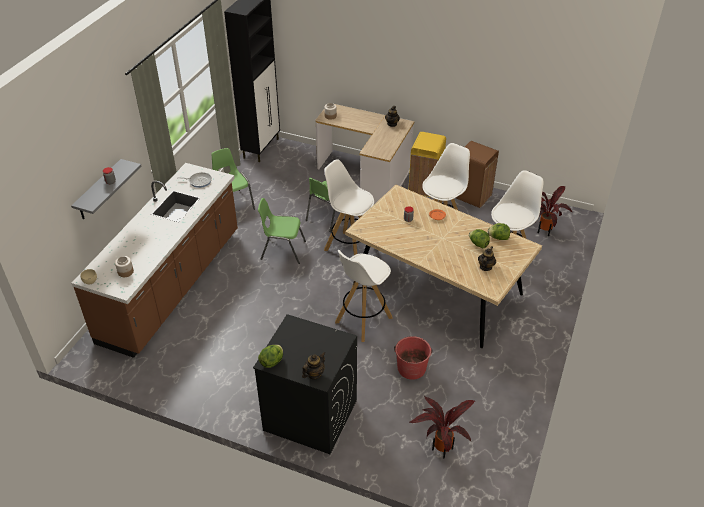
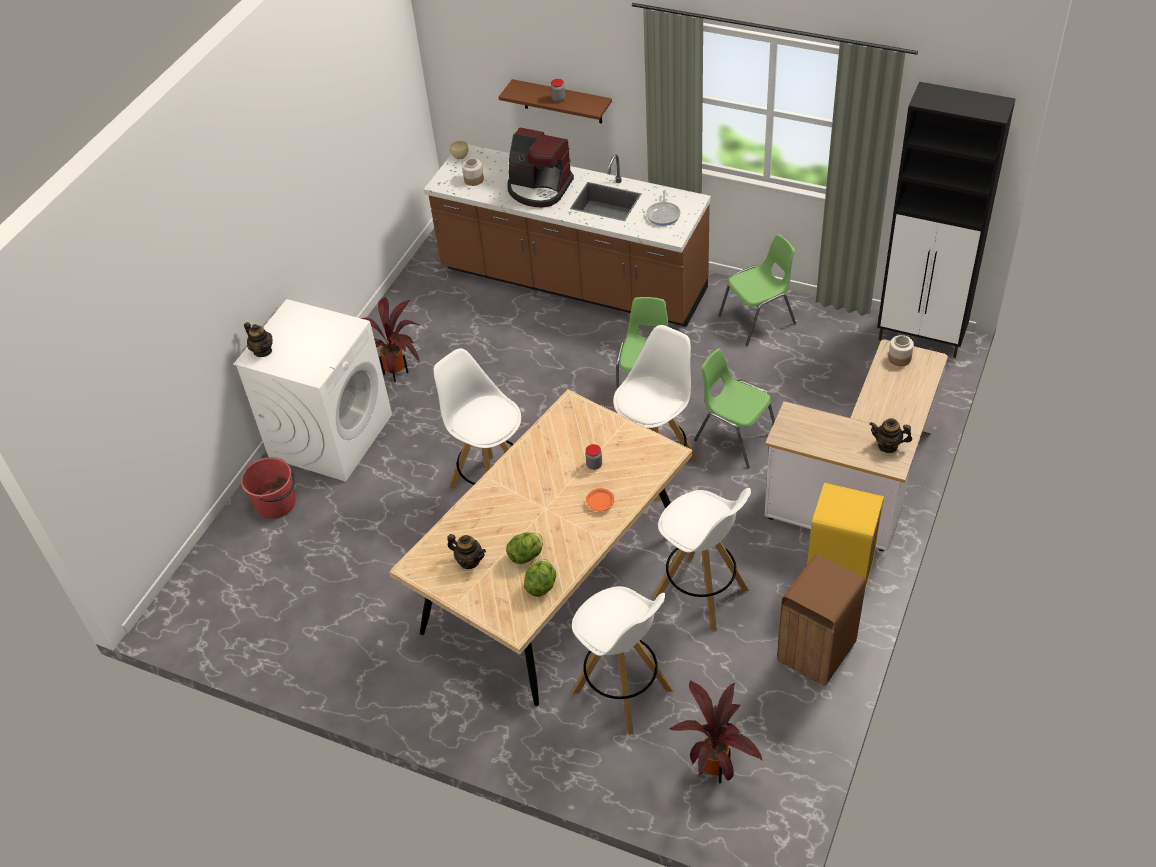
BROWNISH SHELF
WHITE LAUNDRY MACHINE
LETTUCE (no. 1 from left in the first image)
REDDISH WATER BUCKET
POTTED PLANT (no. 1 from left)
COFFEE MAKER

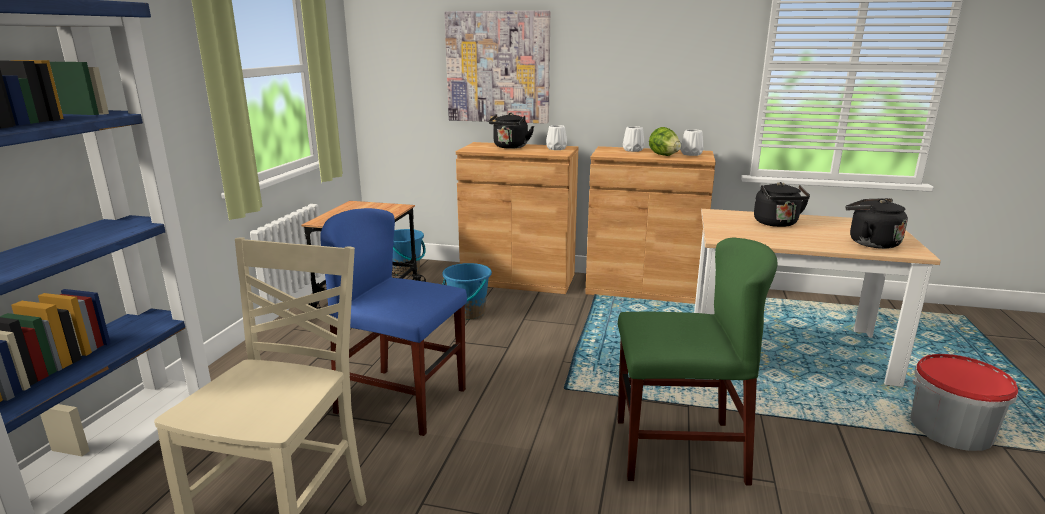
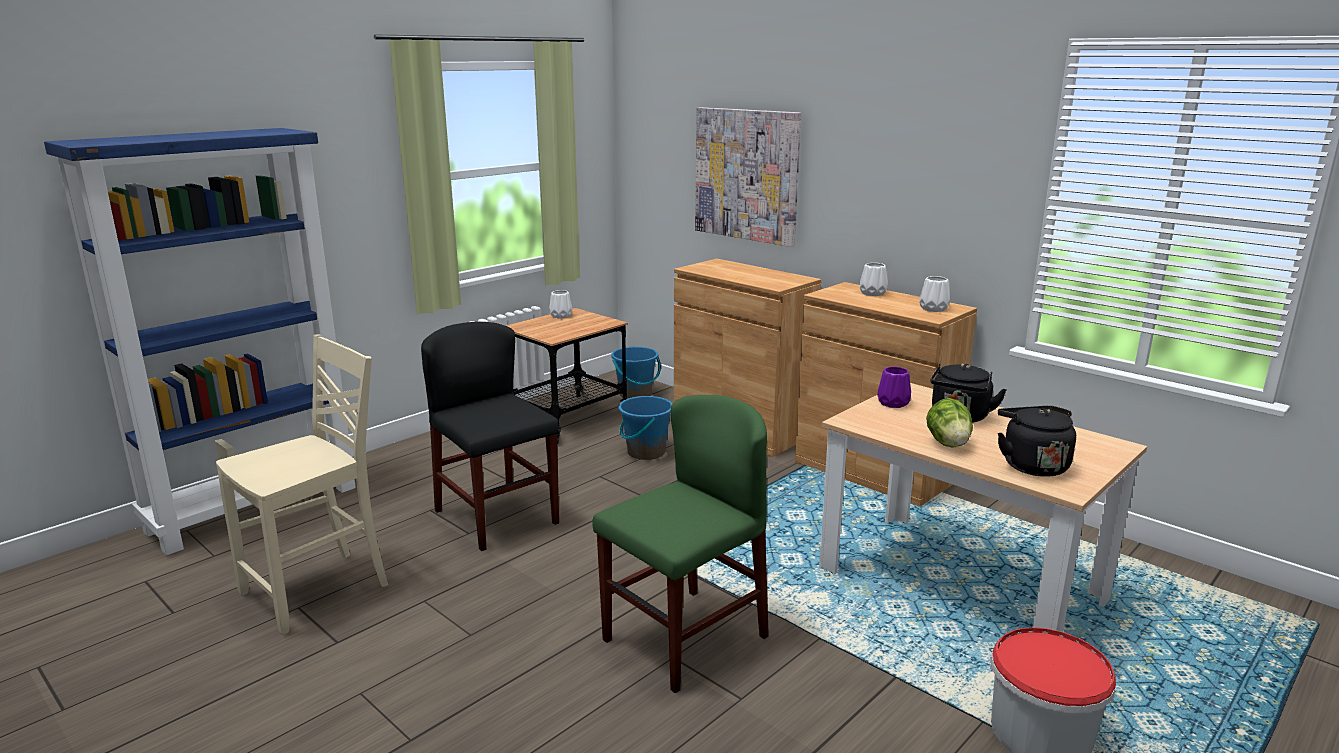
BLACK-COLOURED CHAIR
BLACK-COLOURED WATER KETTLE (no. 1 from left in the first image)
WHITE DECORATIVE VASE (no. 1 from left)
GREEN-COLOURED CHAIR
LETTUCE
PURPLE-COLOURED DECORATIVE VASE

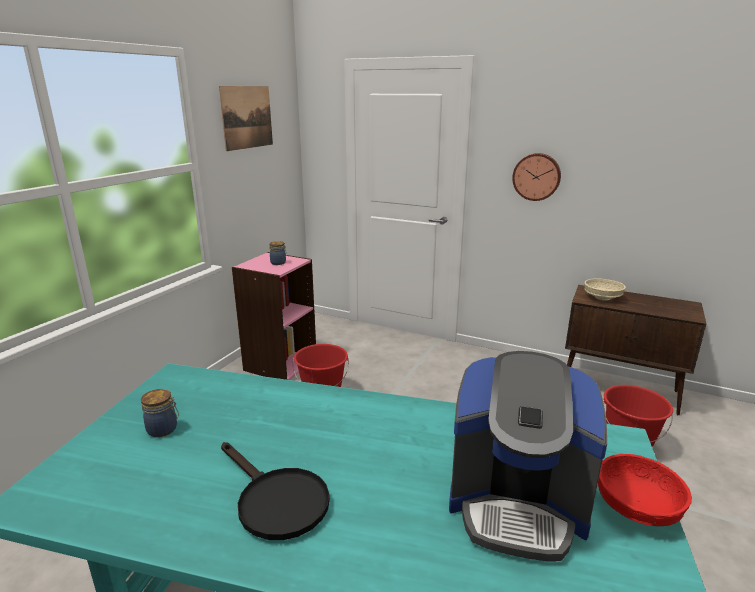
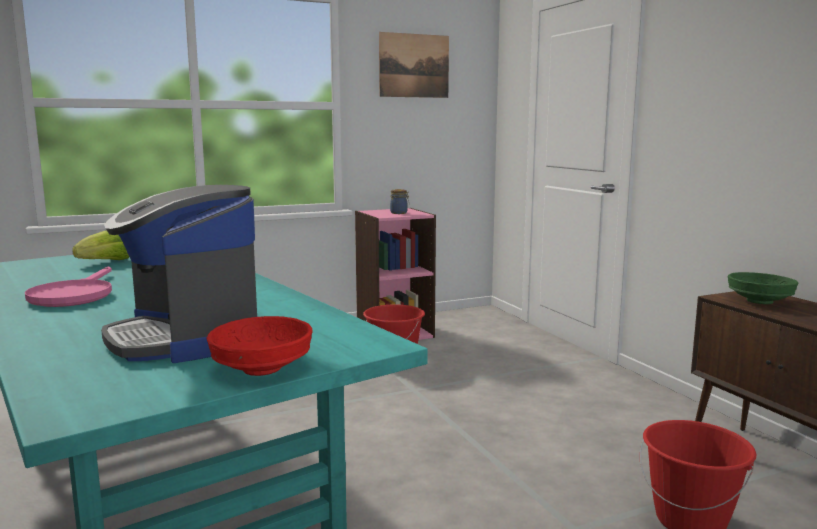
LETTUCE
PINK-COLOURED FRYING PAN
HANGING CLOCK
GREEN-COLOURED BOWL

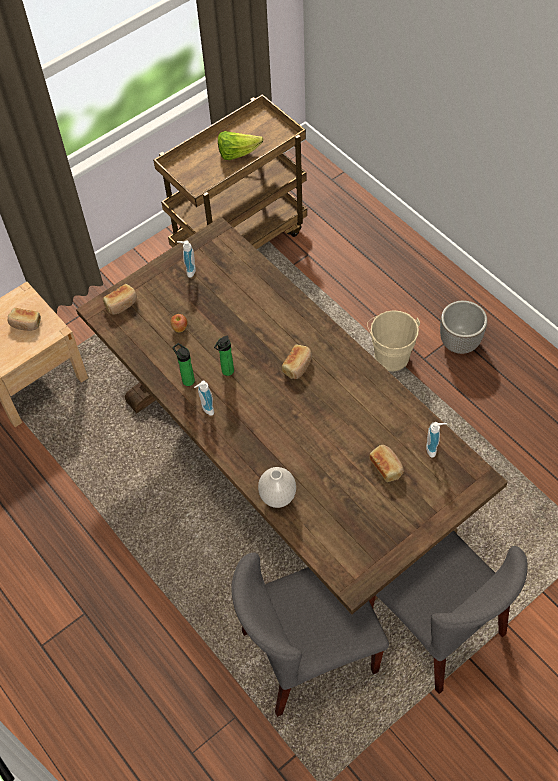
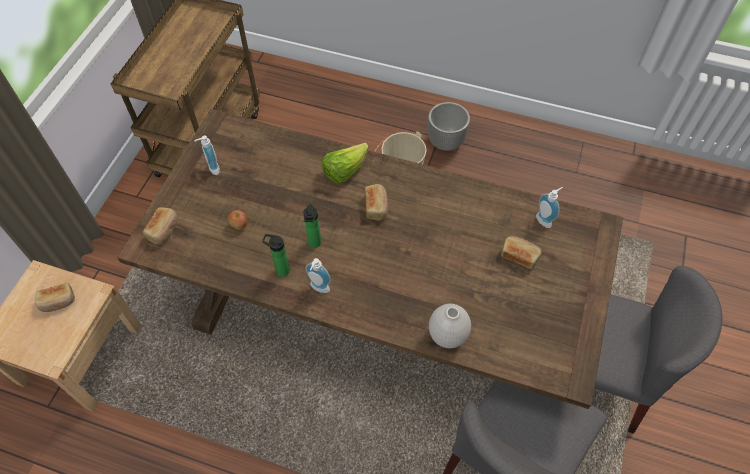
LETTUCE

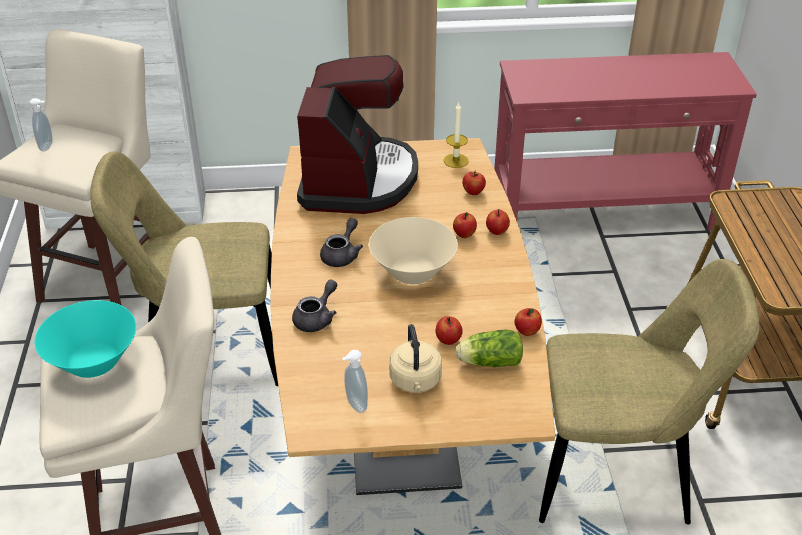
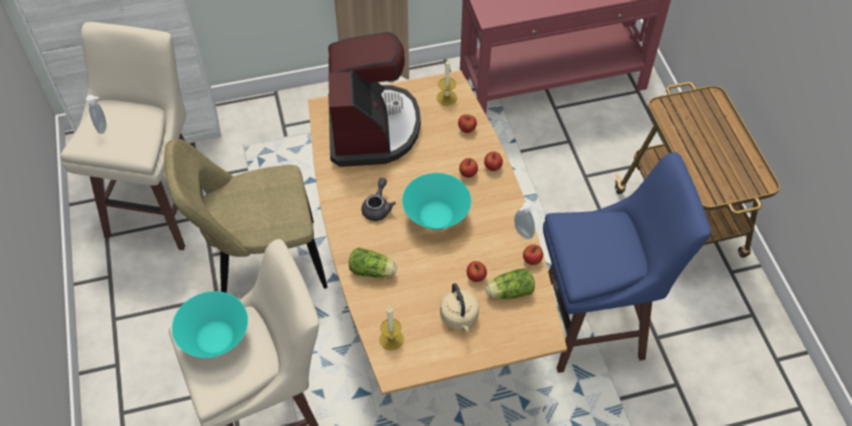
LETTUCE (no. 1 from left)
SOAP BOTTLE (no. 2 from left)
BLUE-GREEN BOWL (no. 2 from left)
BLUE SITTING STOOL
CANDLE (no. 1 from left)

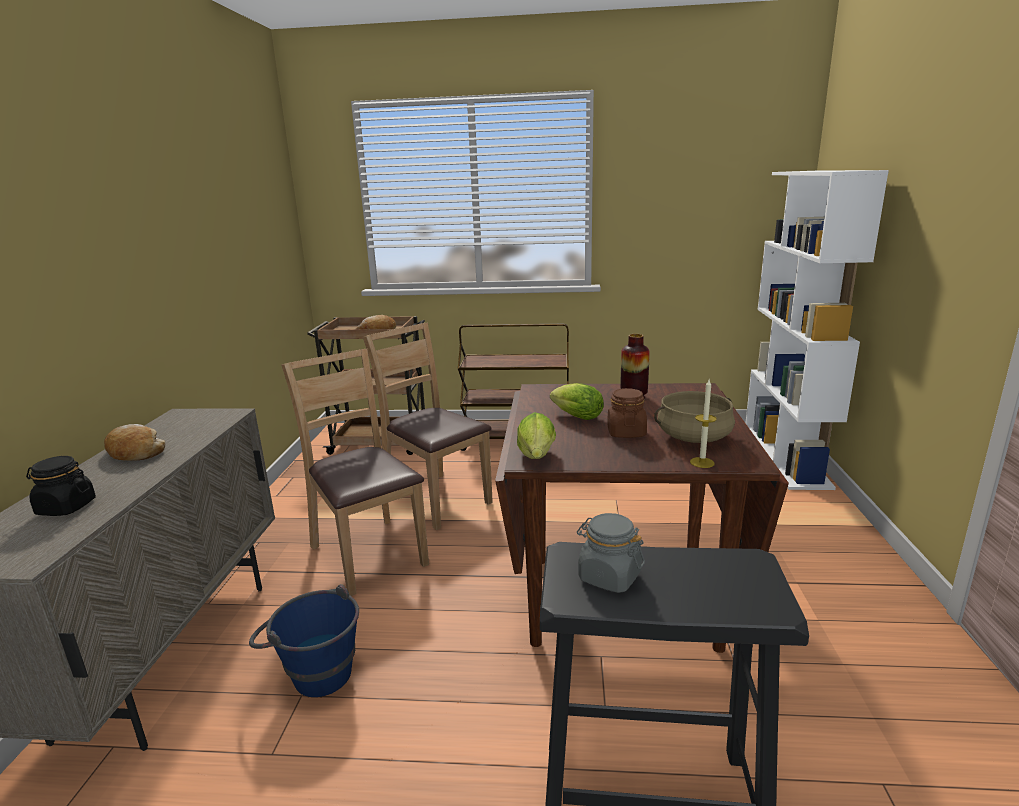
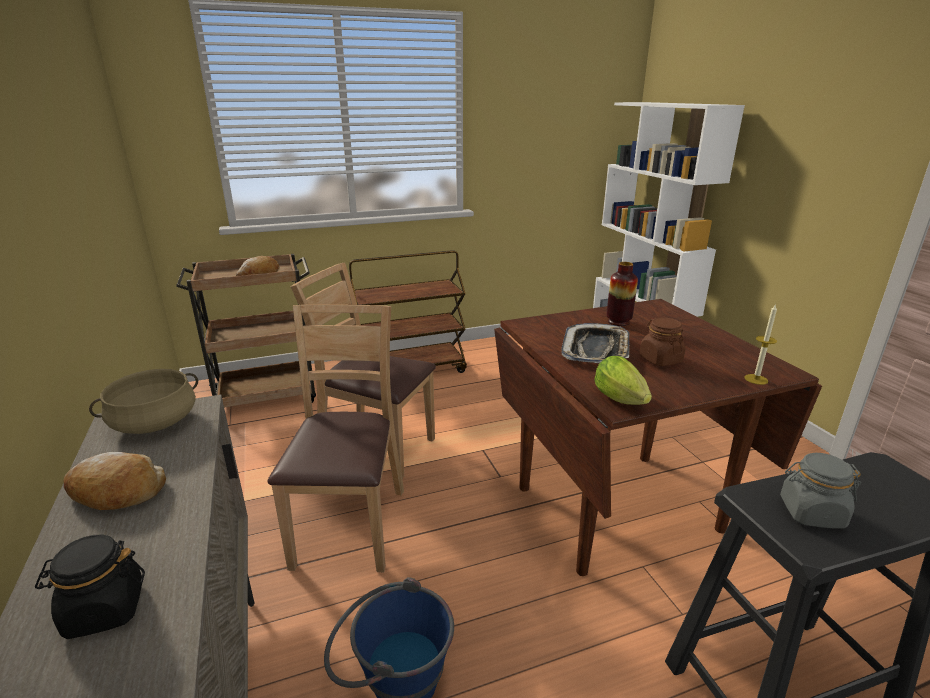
BROWNISH CHAIR (no. 1 from left)
CARRYING TRAY
BEIGE-COLOURED COOKING POT

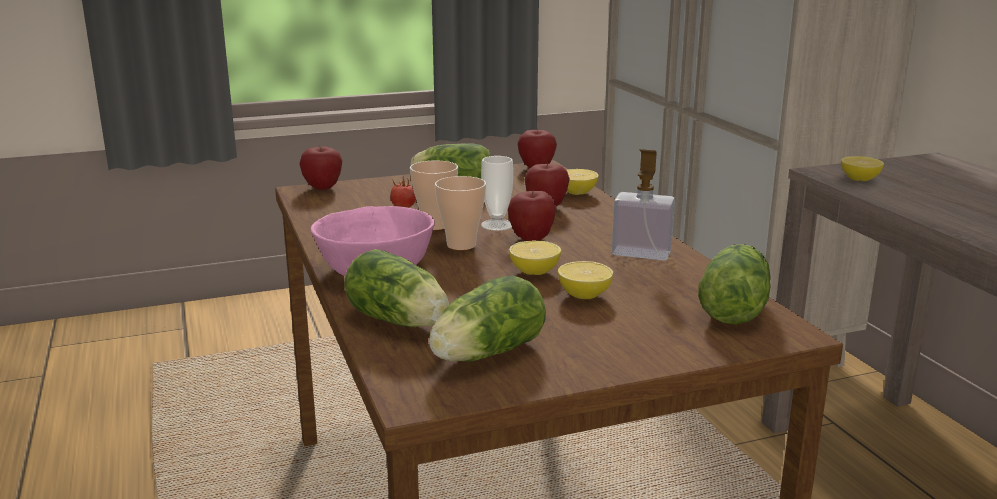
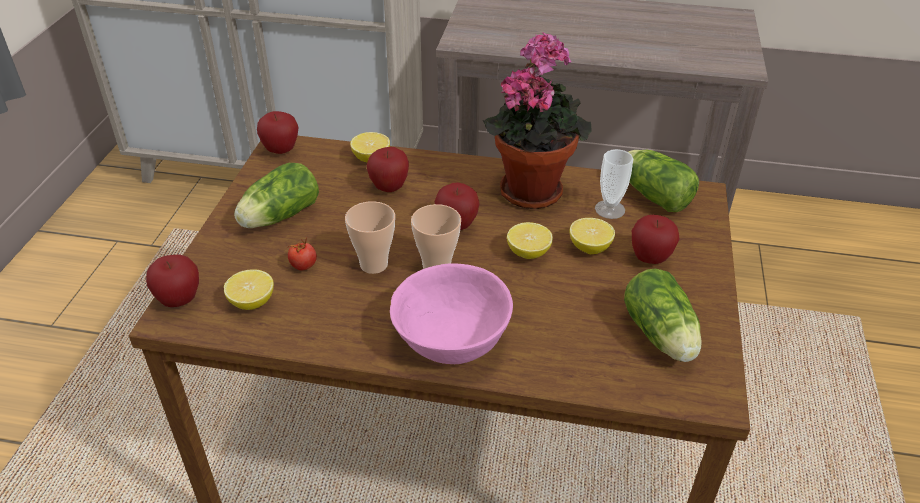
LETTUCE (no. 1 from left in the first image)
DRINKING CUP (no. 3 from left)
POTTED PLANT
CITRUS FRUIT (no. 1 from left)
APPLE (no. 5 from left)

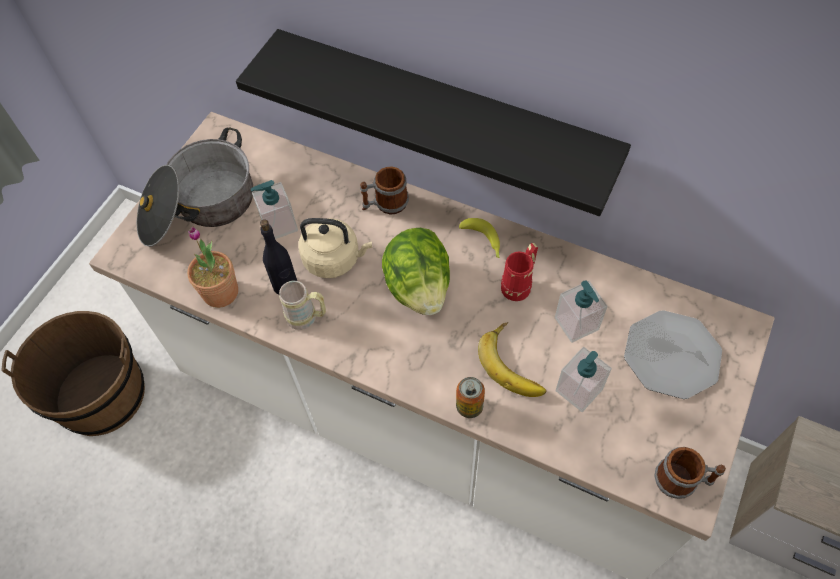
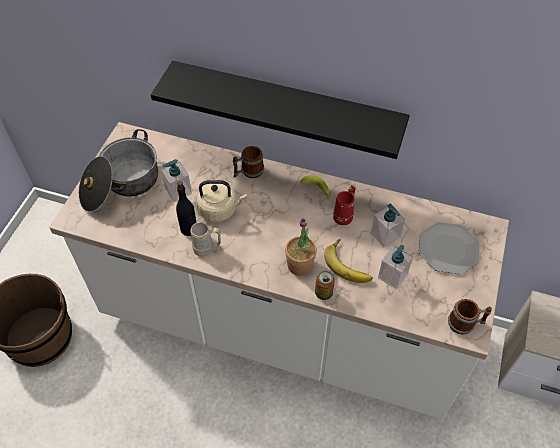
POTTED PLANT
LETTUCE

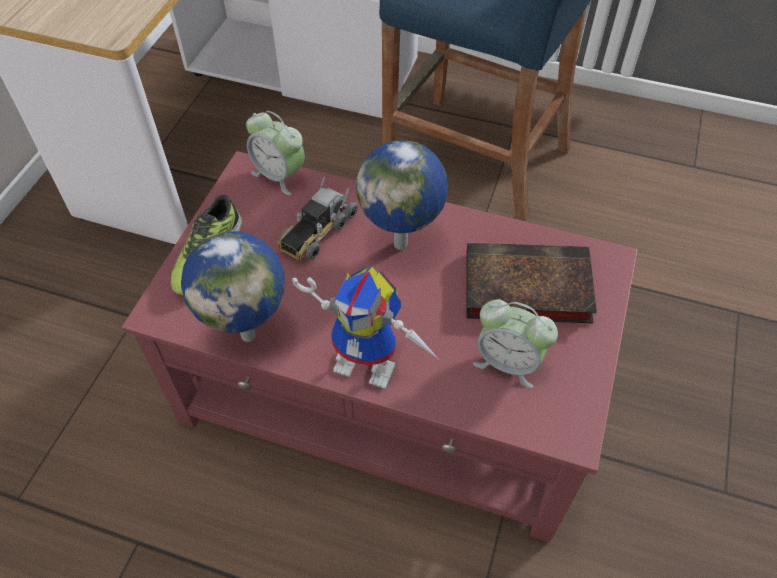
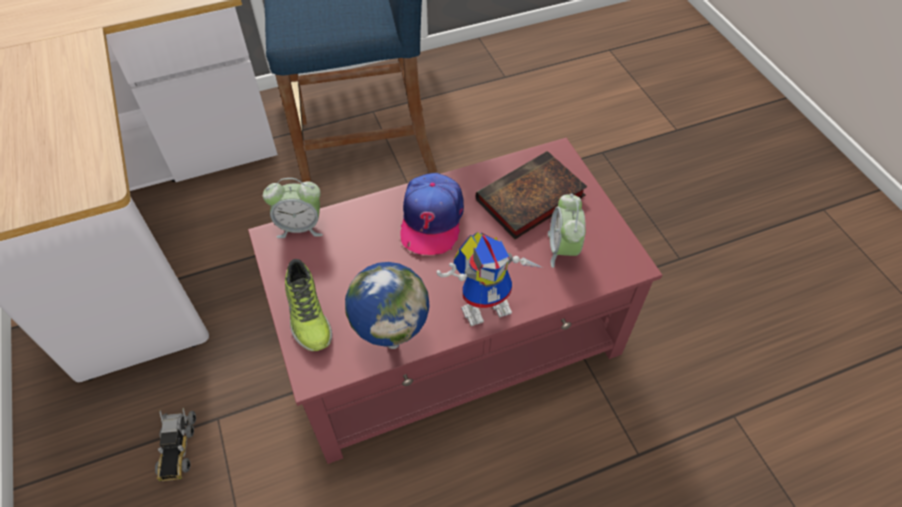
TOY TRUCK
CAP
TABLE CLOCK (no. 2 from left)

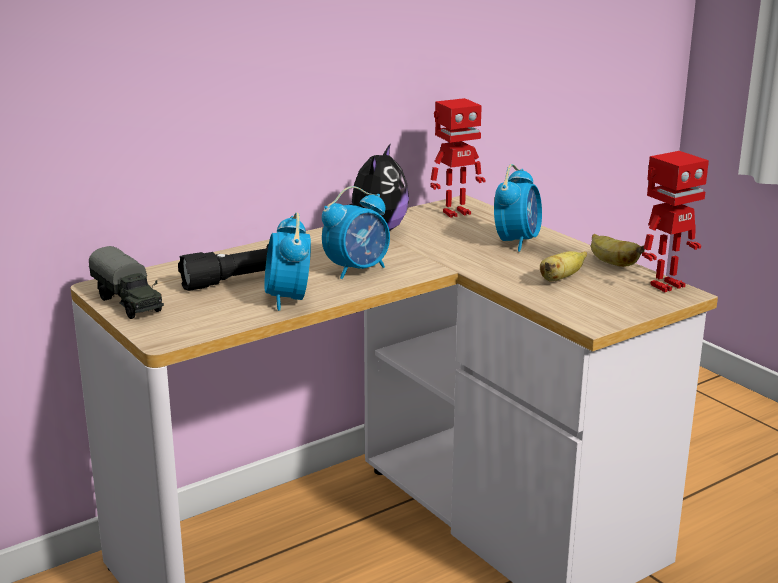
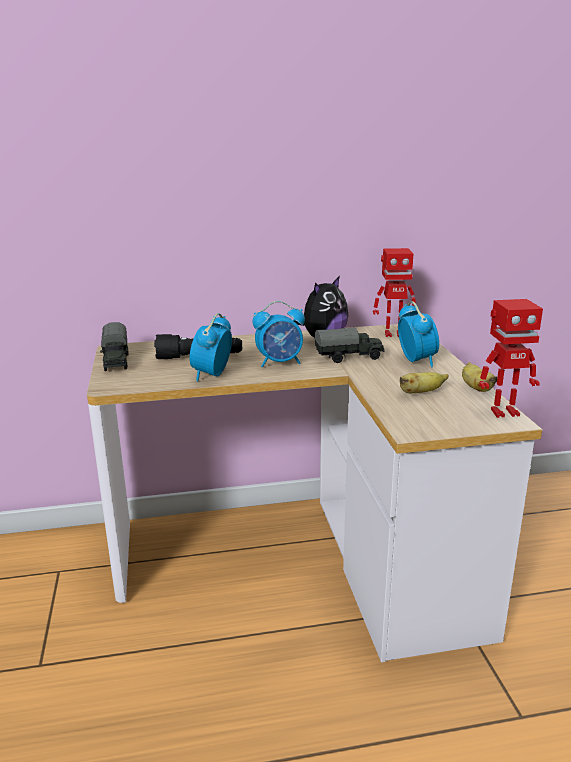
TABLE CLOCK (no. 3 from left)
TOY TRUCK (no. 2 from left)

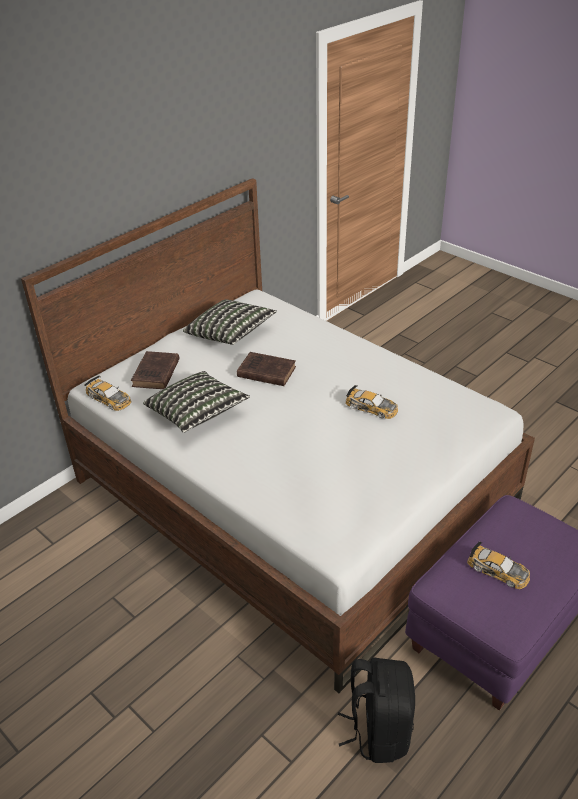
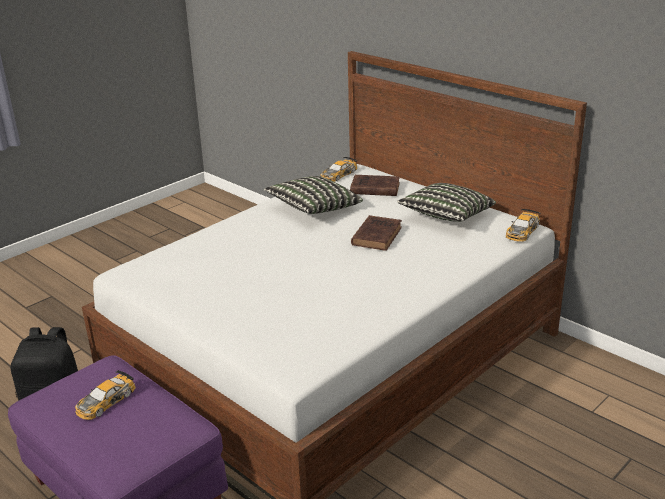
TOY CAR (no. 3 from left)

